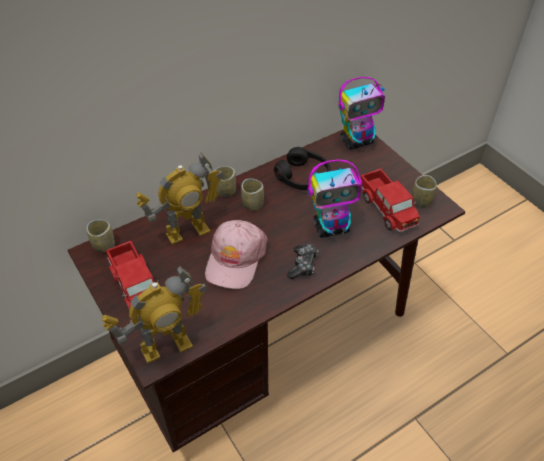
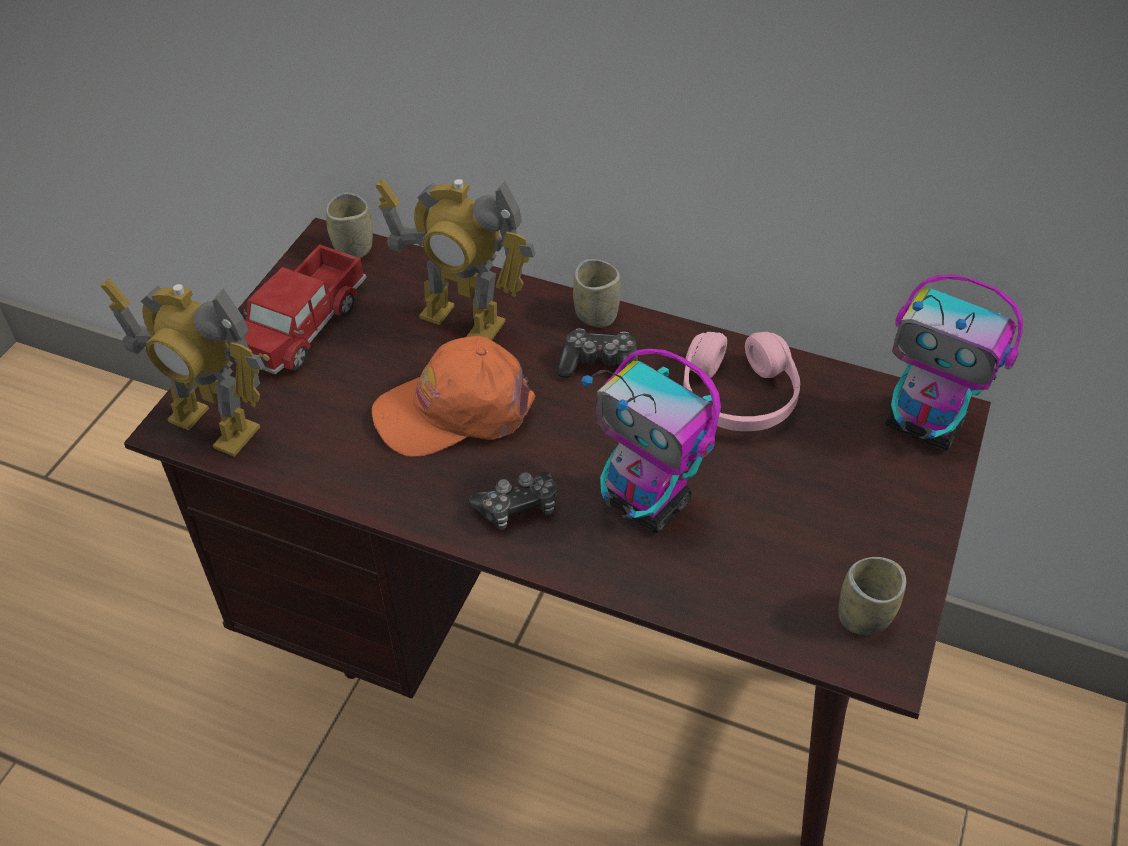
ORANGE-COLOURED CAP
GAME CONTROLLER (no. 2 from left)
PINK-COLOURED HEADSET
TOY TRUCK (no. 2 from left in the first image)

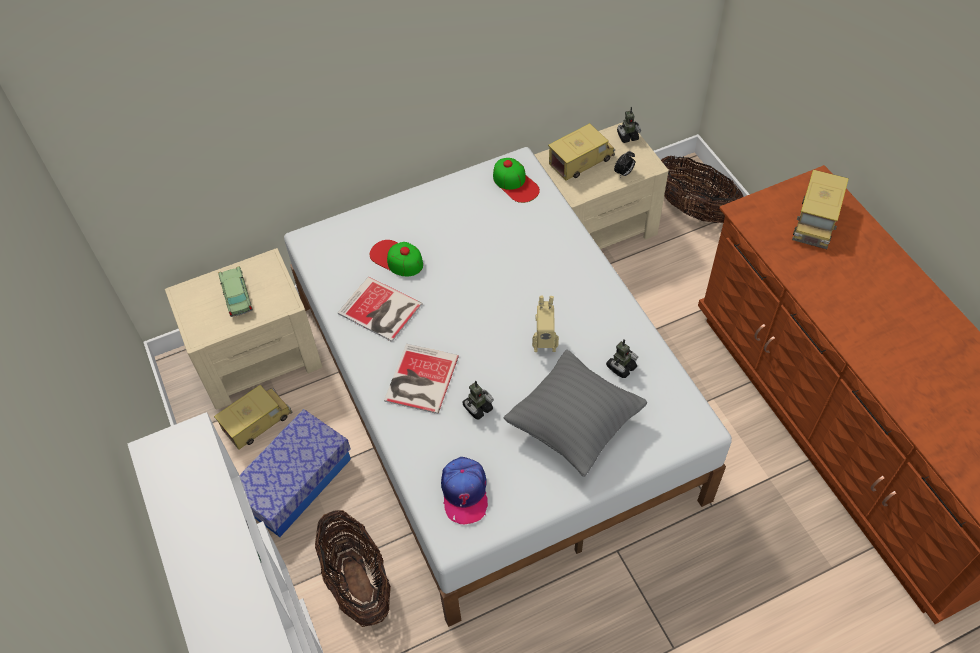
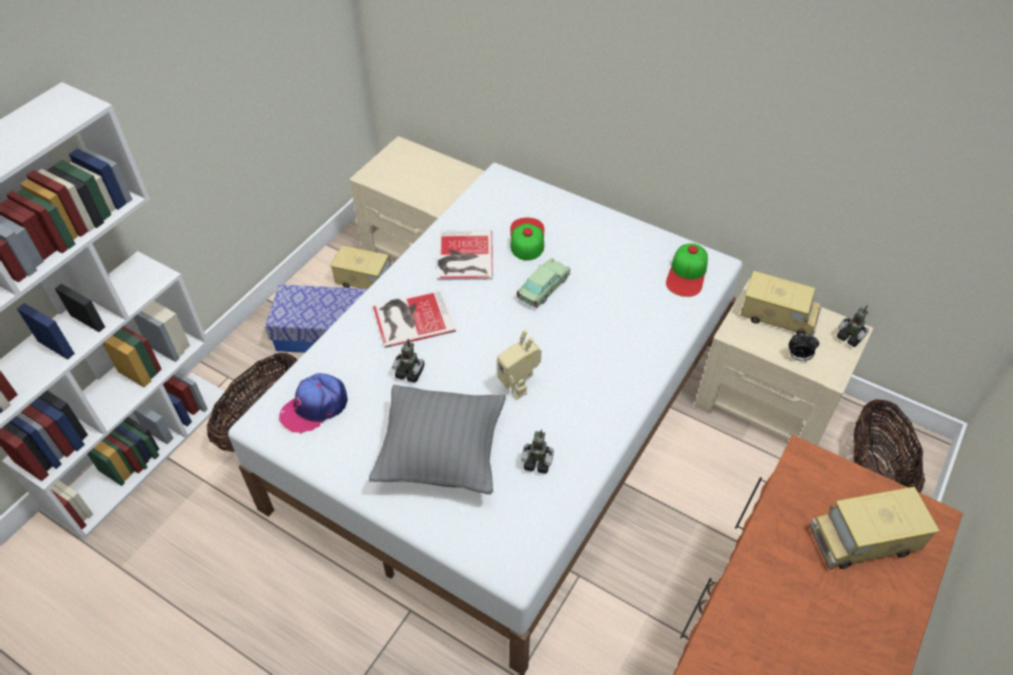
TOY CAR

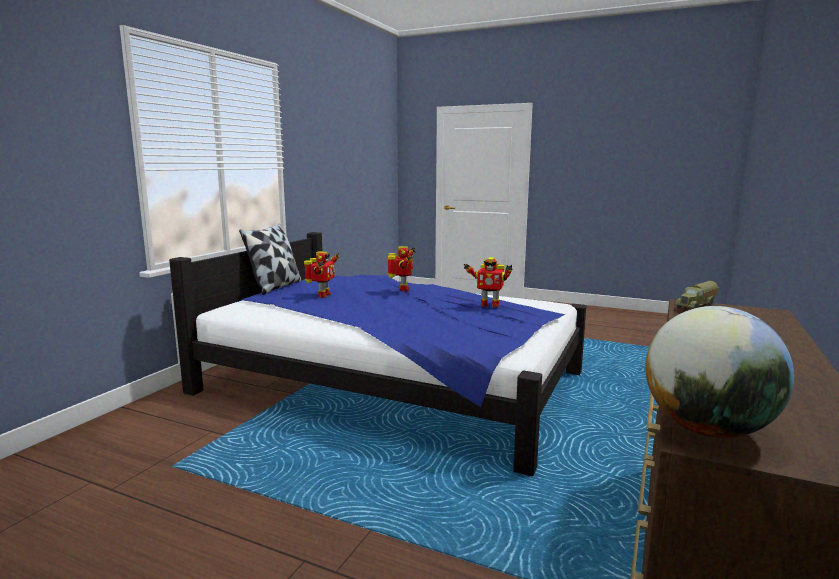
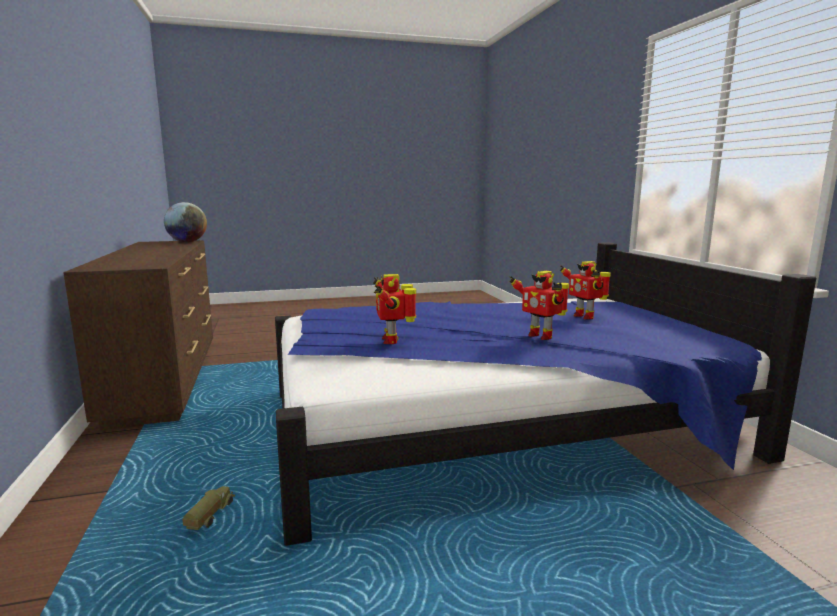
THROW PILLOW
MODEL ROBOT (no. 1 from left)
TOY TRUCK

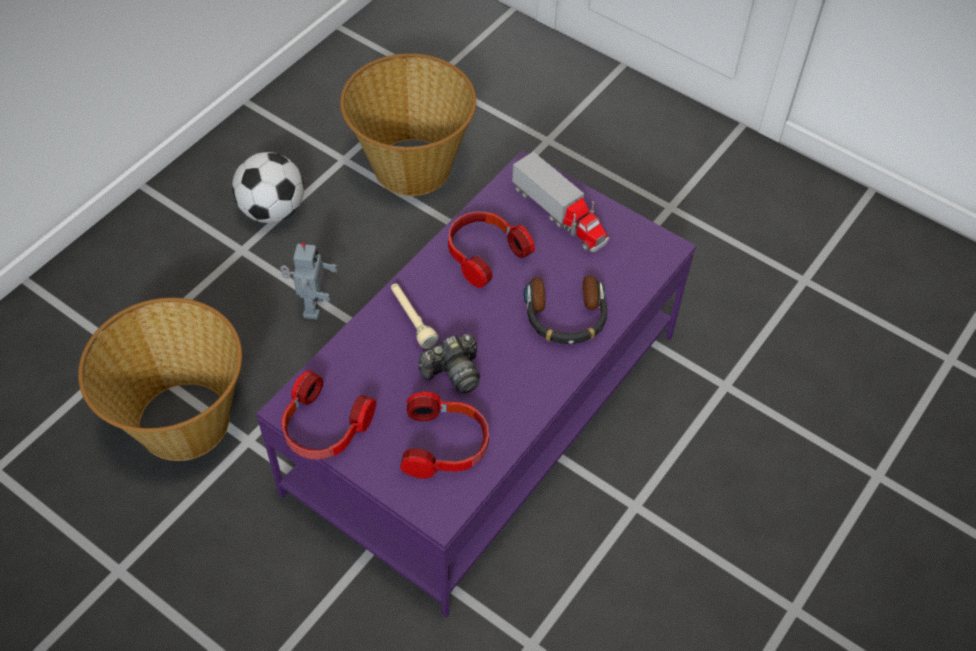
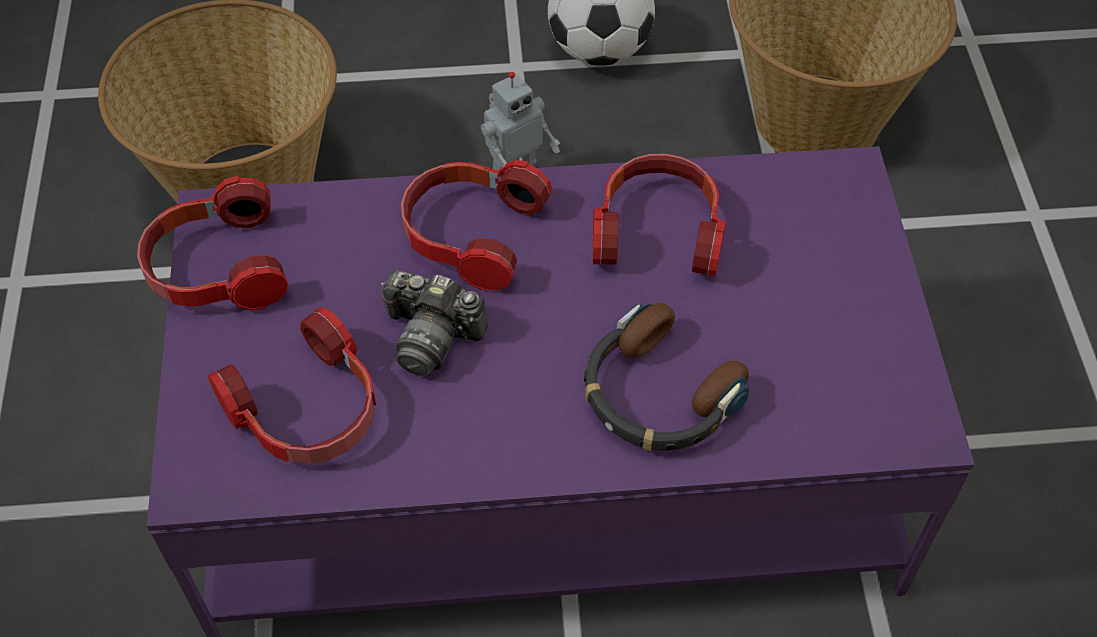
HEADSET (no. 3 from left)
TOY TRUCK

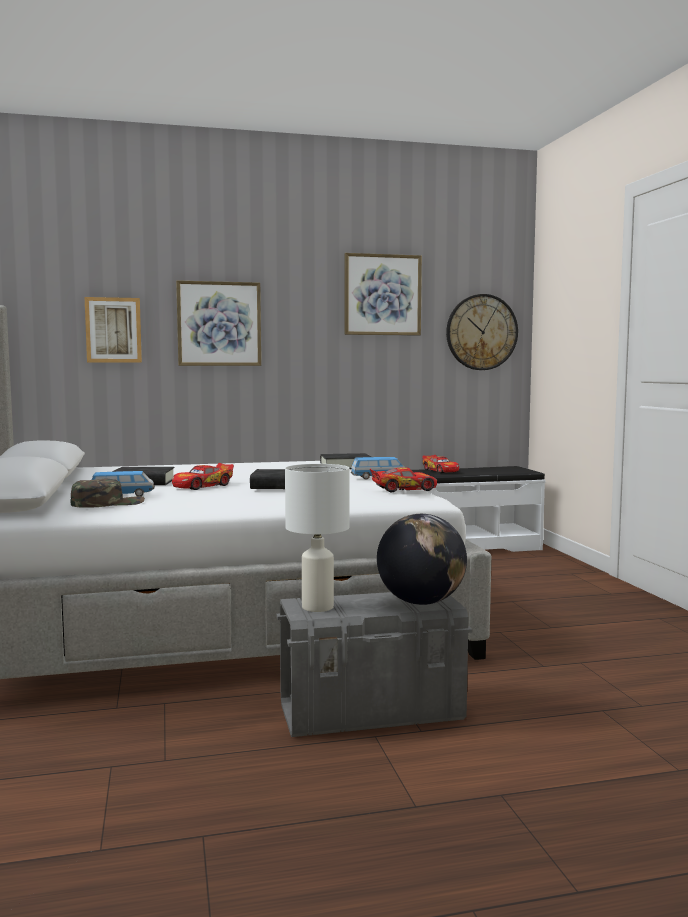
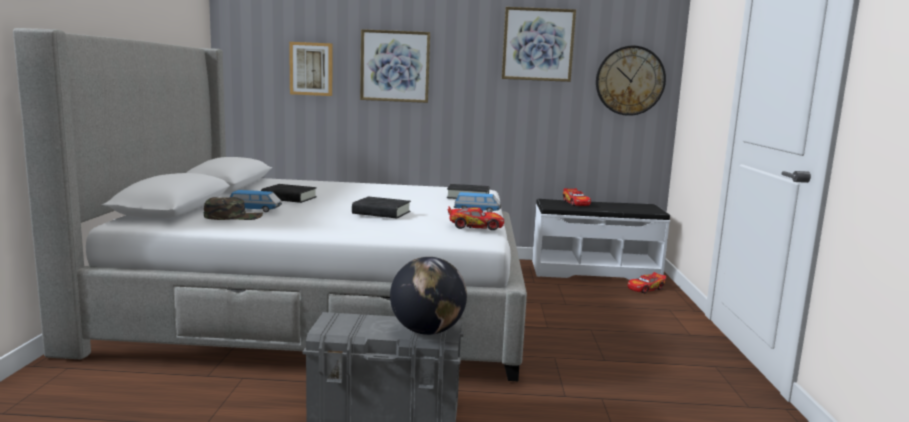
TOY CAR (no. 5 from left)
WHITE LAMP FOR A TABLE

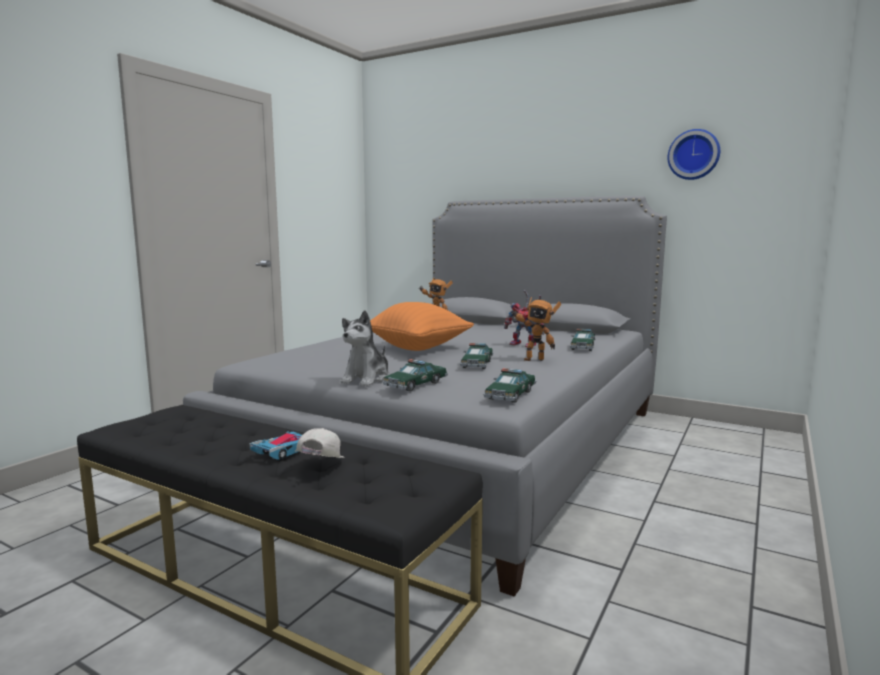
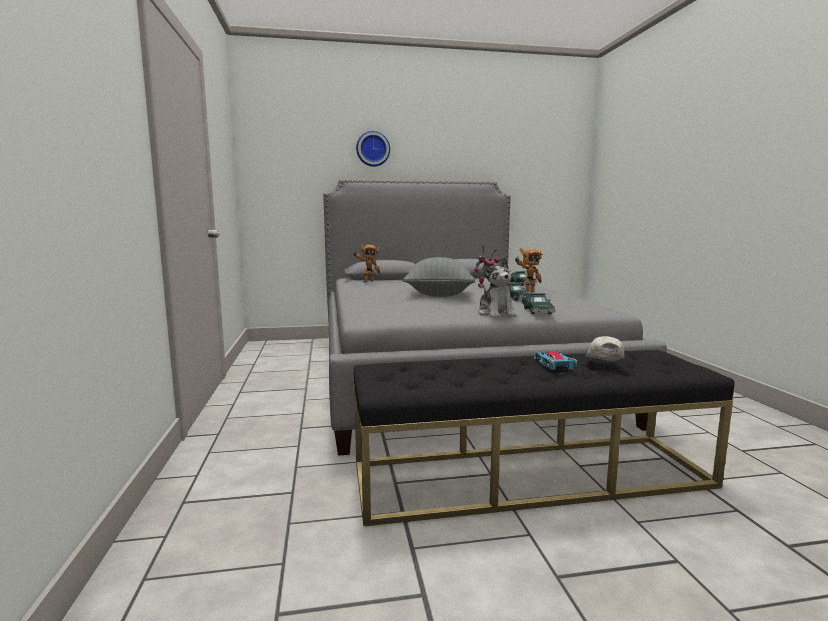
WHITE CAP
GREY THROW PILLOW
TOY CAR (no. 4 from left in the first image)
HANGING CLOCK

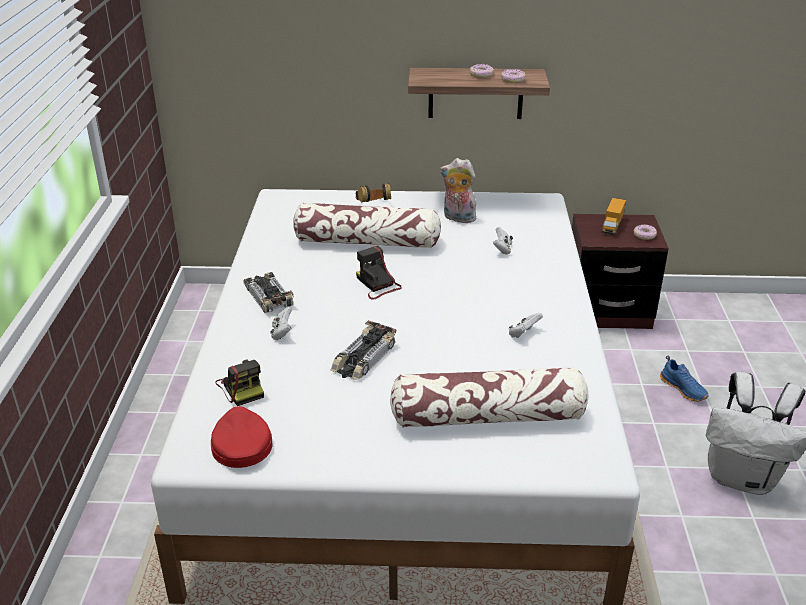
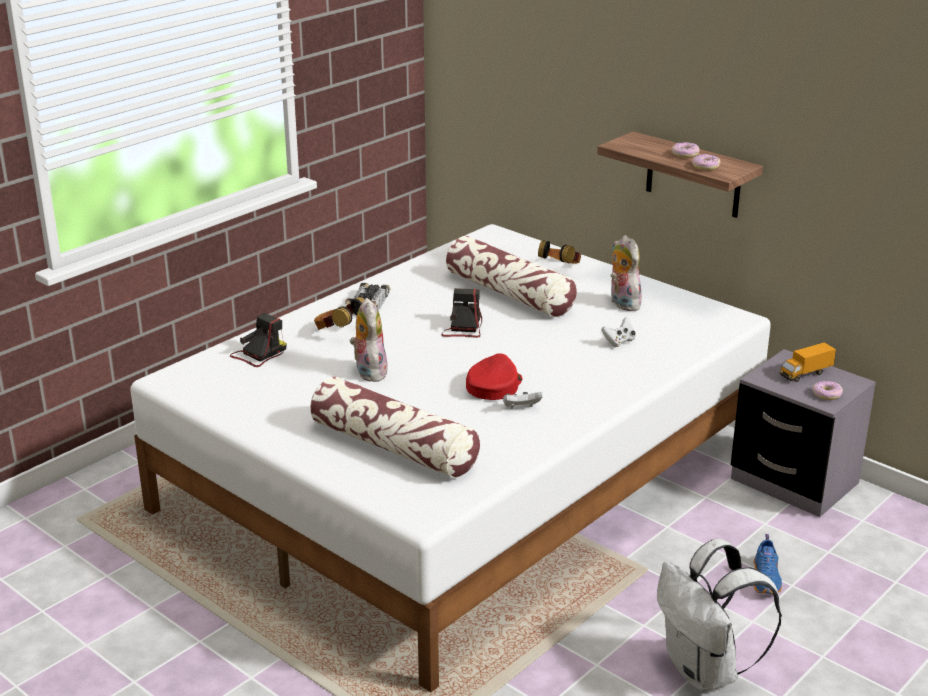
REDDISH CAP
STILL CAMERA (no. 1 from left)
HEADSET (no. 1 from left)
PLUSH TOY (no. 1 from left)
GREY NIGHT TABLE

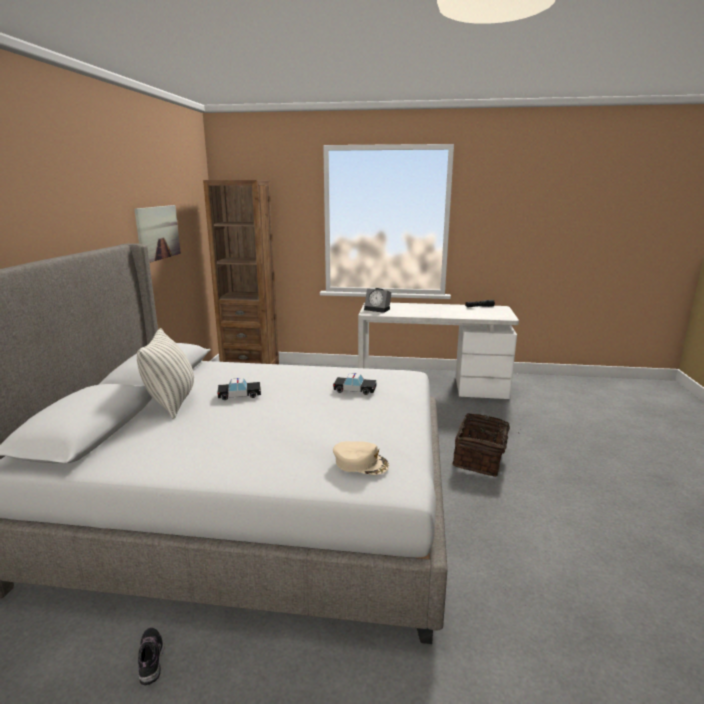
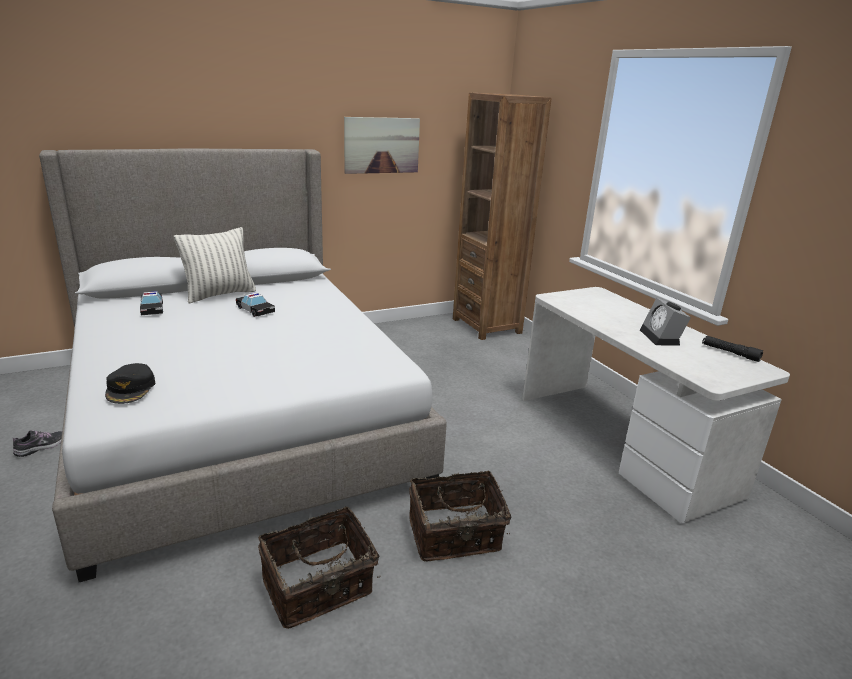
TOY CAR (no. 1 from left)
BLACK-COLOURED CAP
TABLE CLOCK
STORAGE BASKET (no. 1 from left)

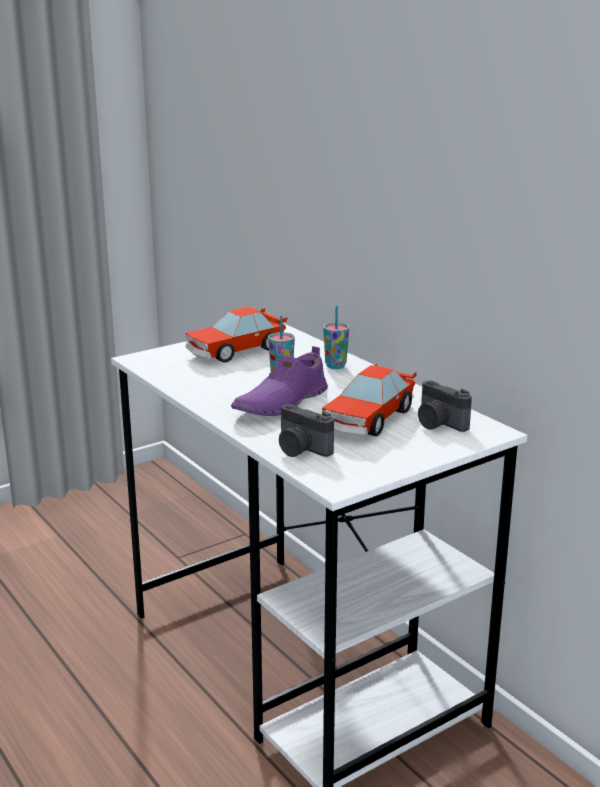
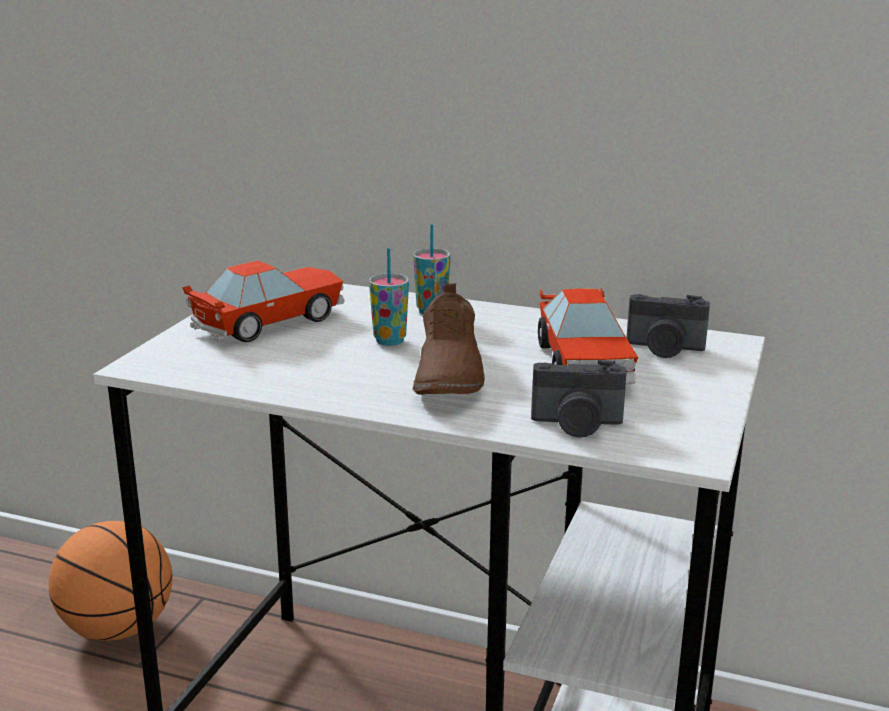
TOY CAR (no. 1 from left)
BROWNISH ITEM OF FOOTWEAR
BASKETBALL BALL

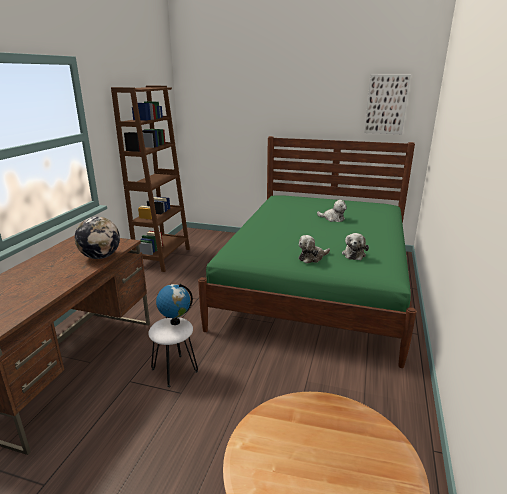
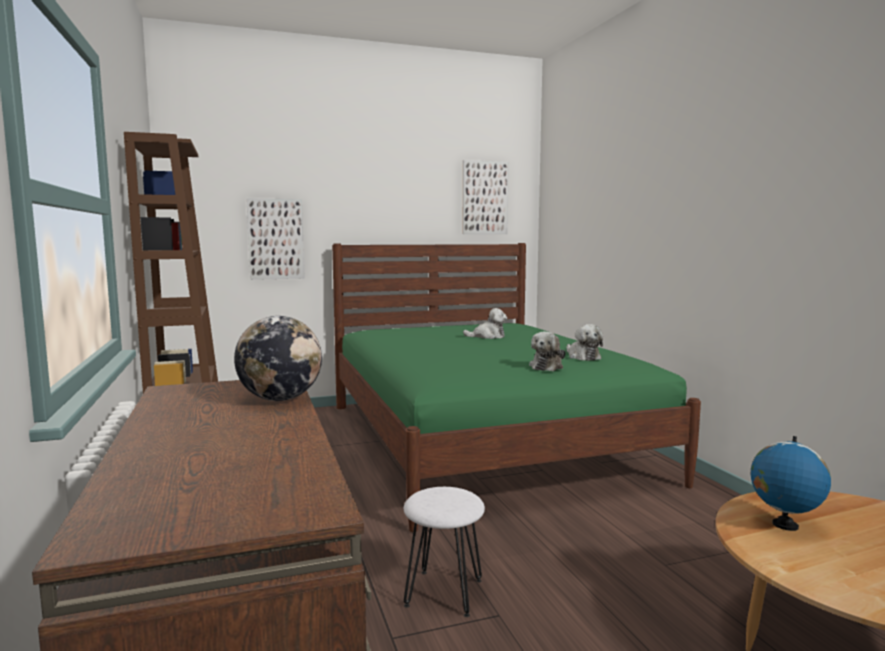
DESK GLOBE (no. 2 from left)
WALL ART (no. 1 from left)

